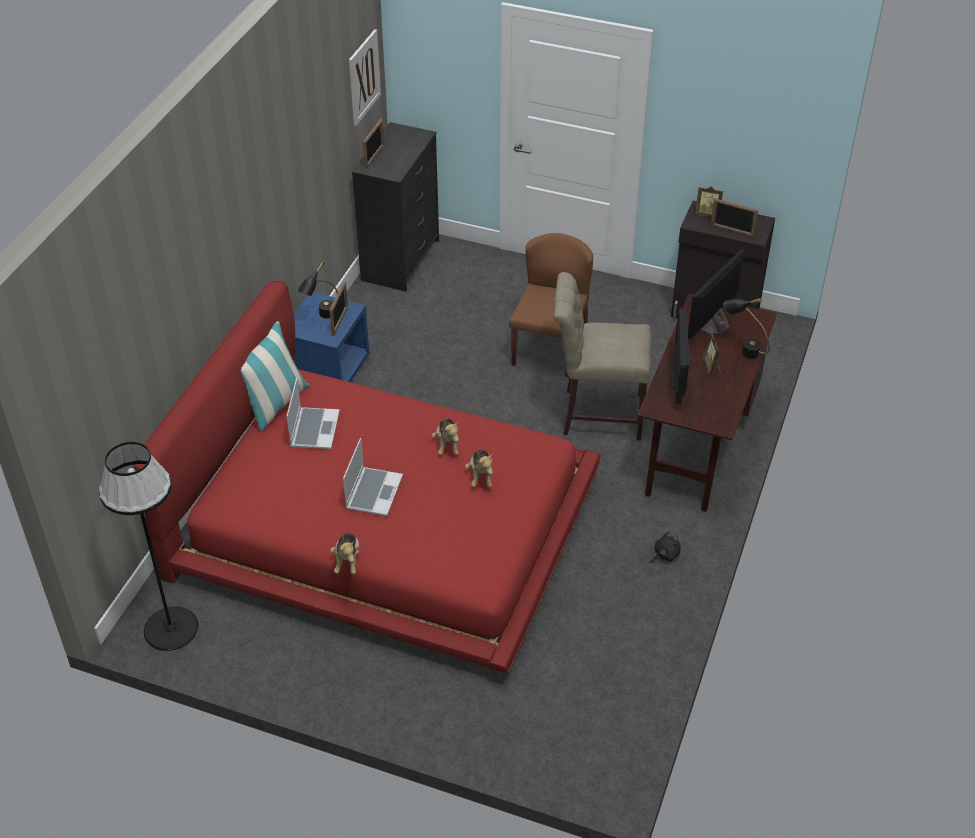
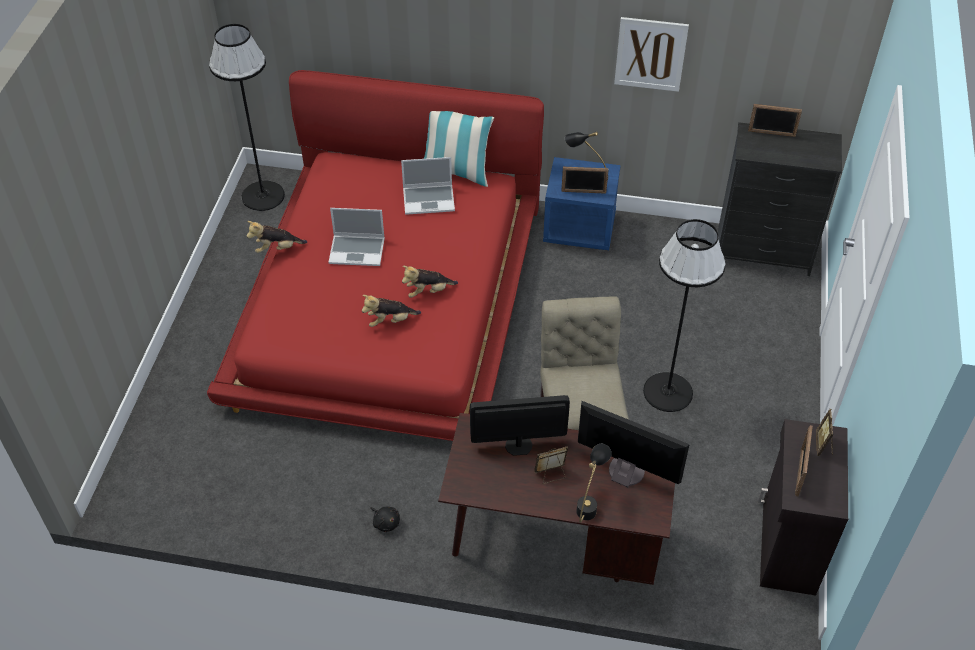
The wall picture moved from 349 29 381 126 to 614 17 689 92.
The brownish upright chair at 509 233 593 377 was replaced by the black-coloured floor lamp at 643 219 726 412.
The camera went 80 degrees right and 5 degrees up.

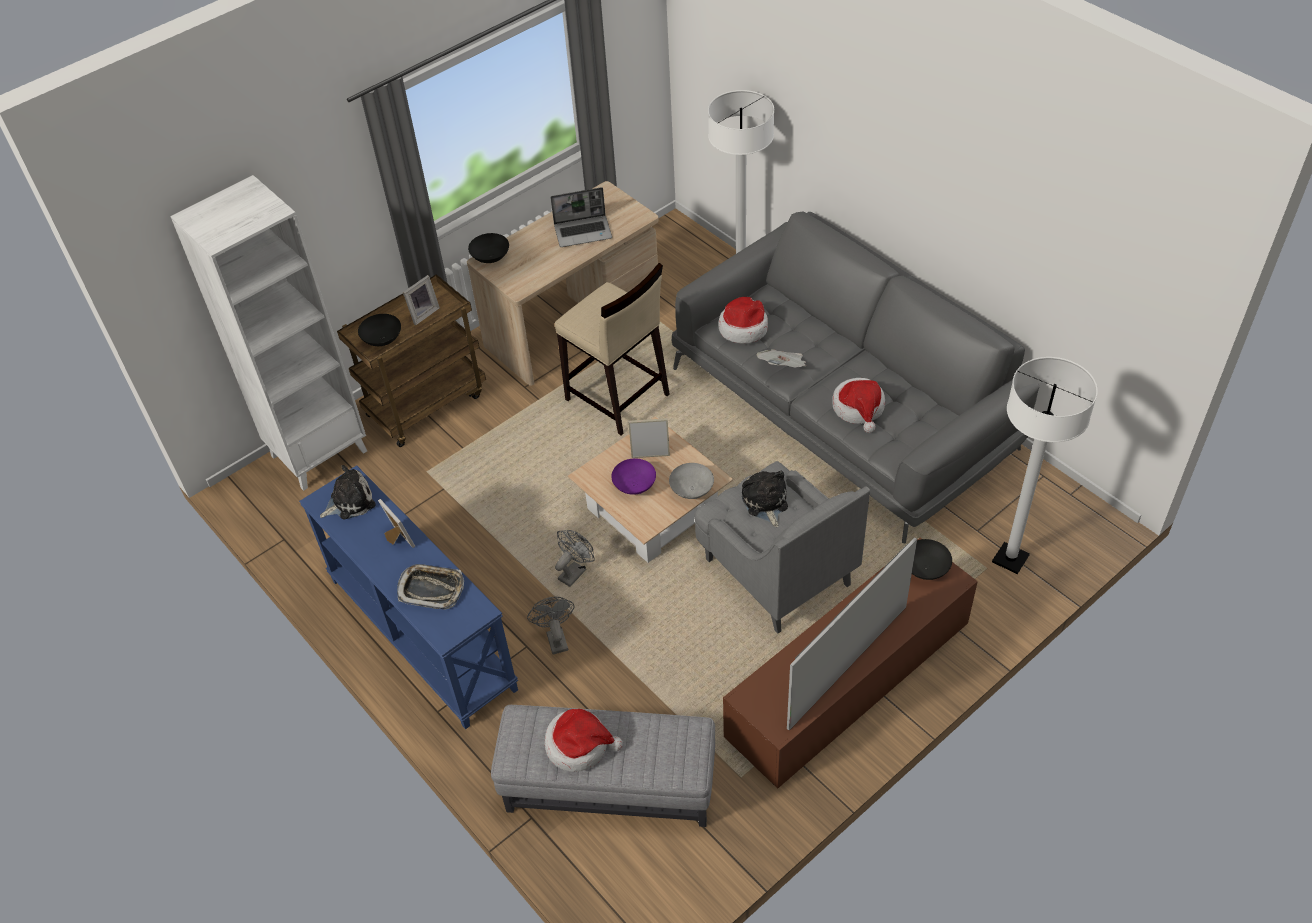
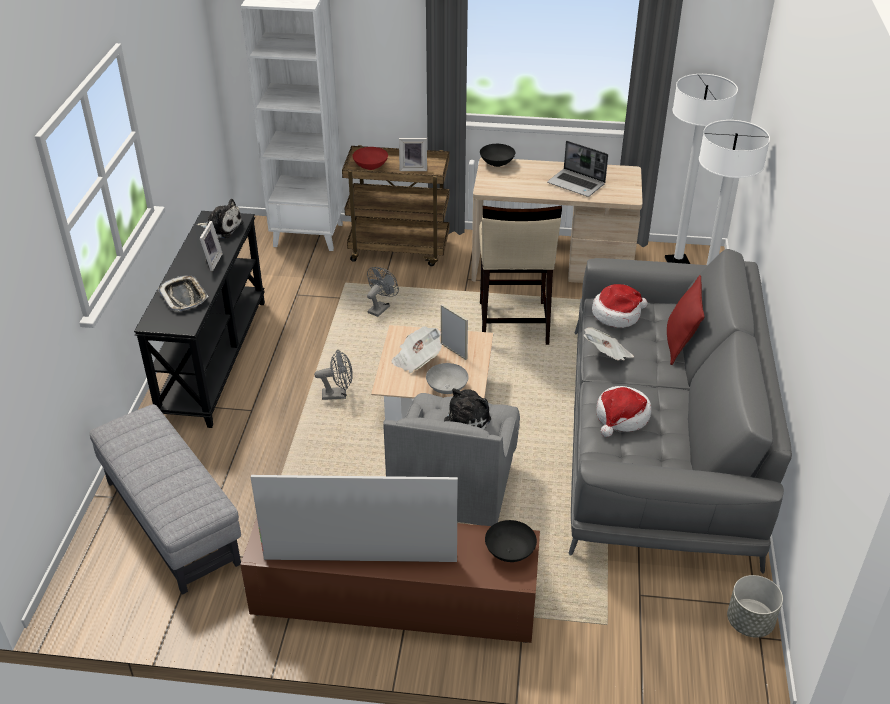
The black-coloured serving bowl at 358 314 401 346 became the reddish serving bowl at 352 147 388 170.
The white-coloured floor lamp moved from 992 357 1098 574 to 665 74 738 264.
The purplish serving bowl at 611 458 656 495 was replaced by the daily paper at 391 326 442 373.
The blue console table at 299 465 518 729 became the black-coloured console table at 134 211 265 428.
The gray electric fan moved from 527 597 574 654 to 367 267 399 317.
The clothing hat at 545 709 623 772 disappeared.
The reddish pillow at 667 275 705 365 appeared.
The gray planter at 727 575 783 638 appeared.
The camera went 45 degrees right and 10 degrees down.

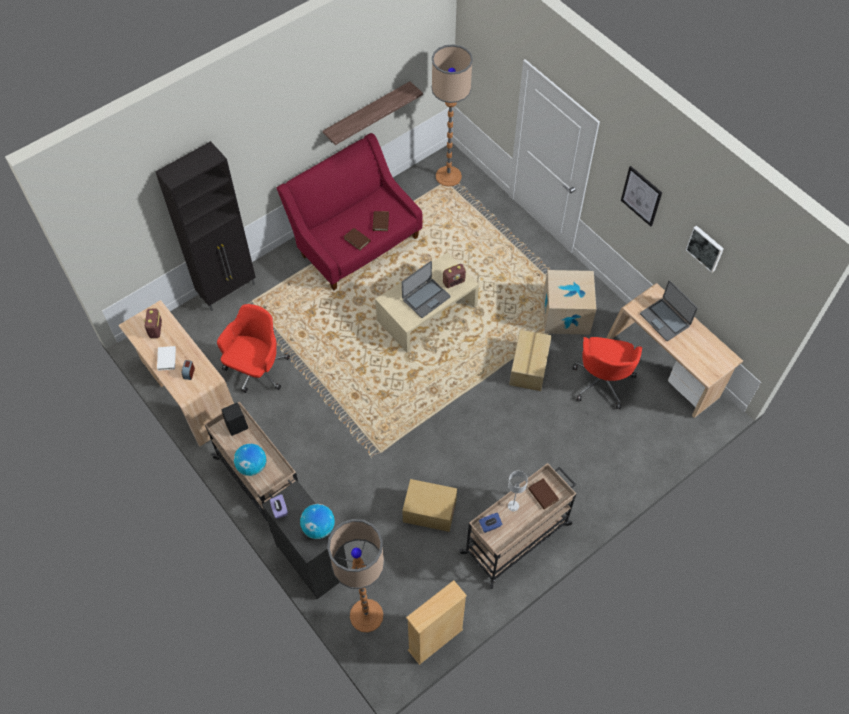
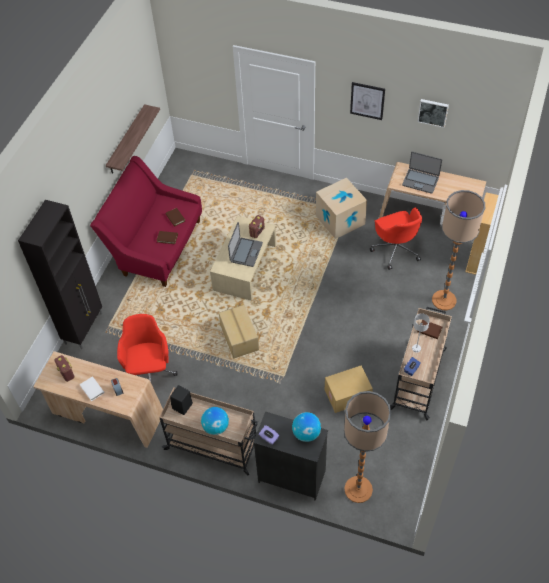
The floor lamp moved from 431 44 473 186 to 432 190 485 310.
The cardboard box moved from 509 330 552 391 to 219 305 259 358.
The beige-coloured shelving unit moved from 406 580 467 665 to 465 192 499 275.
The camera went 30 degrees left and 5 degrees down.

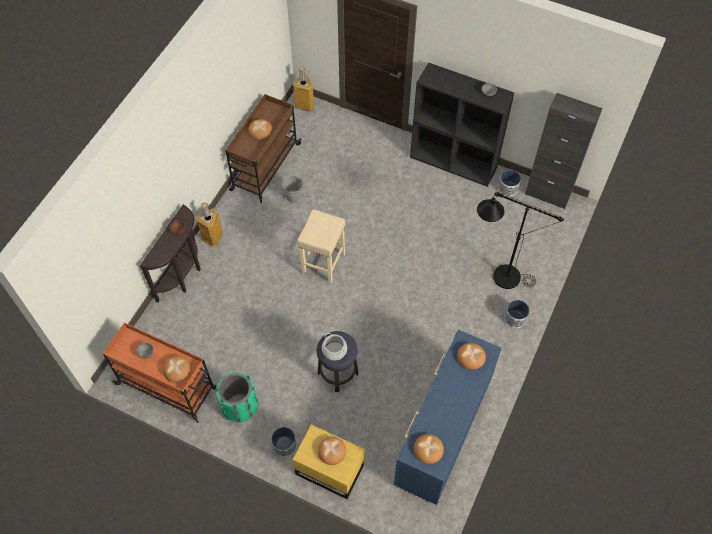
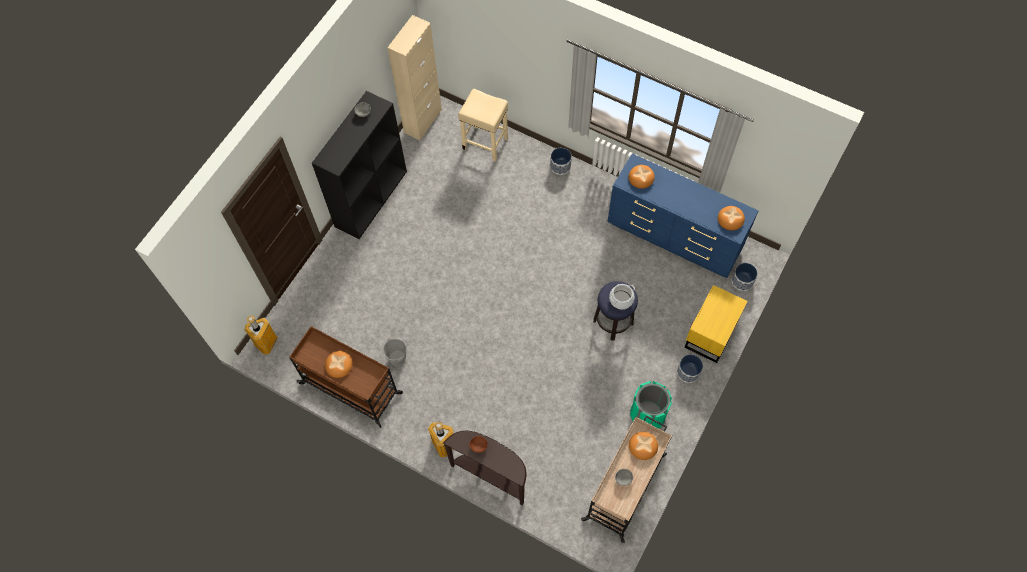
The black-coloured storage cabinet at 525 93 602 209 became the beige-coloured storage cabinet at 387 15 442 140.
The planter moved from 498 170 521 197 to 732 263 757 291.
The black-coloured floor lamp at 477 192 564 289 disappeared.
The beige-coloured stool seat moved from 297 209 345 284 to 458 89 508 161.
The orangey cart at 103 323 217 423 became the beige-coloured cart at 581 415 672 543.
The bread at 318 436 346 465 disappeared.
The camera went 85 degrees left and 5 degrees up.

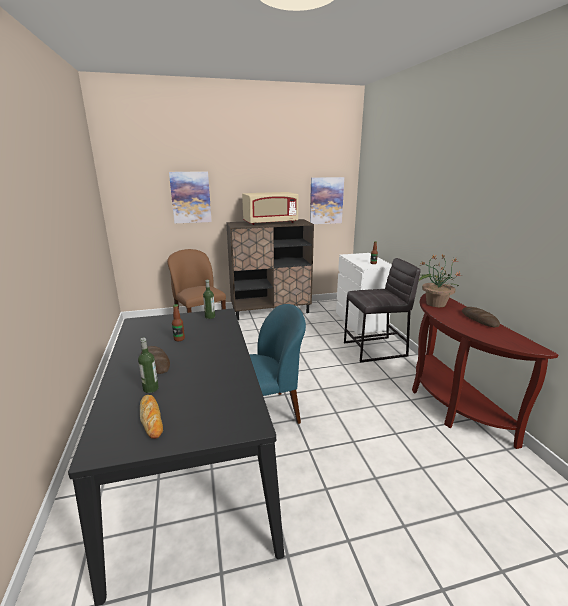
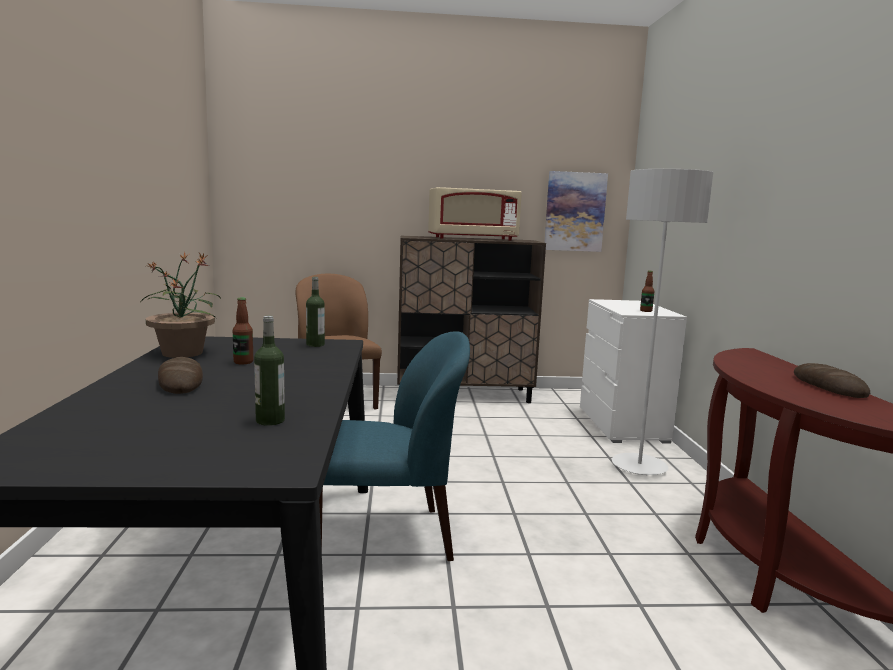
The wall picture at 169 171 212 223 disappeared.
The houseplant moved from 419 255 463 307 to 141 252 221 358.
The gray stool seat at 344 258 421 363 was replaced by the gray floor lamp at 612 169 713 475.
The beverage bottle moved from 138 337 159 393 to 254 316 285 426.
The bread at 140 395 163 439 disappeared.
The camera went 10 degrees right and 10 degrees down.

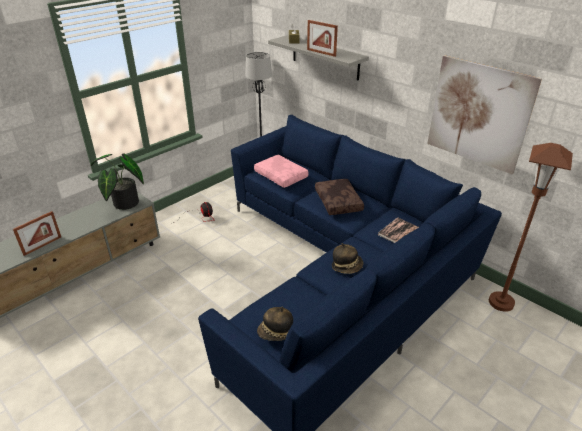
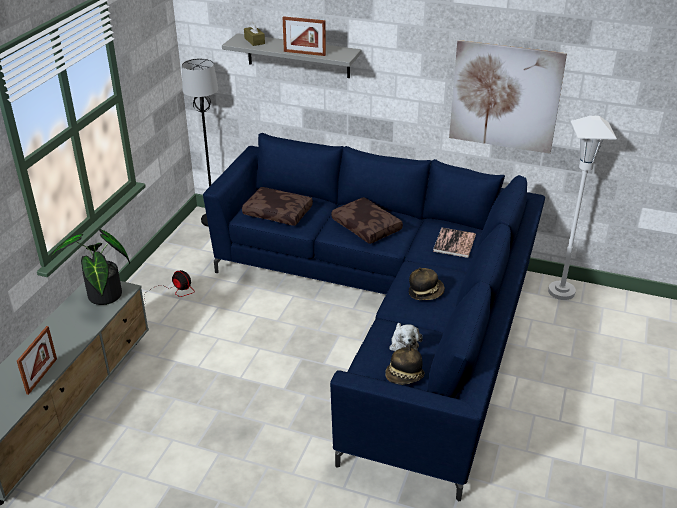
The brownish floor lamp at 489 143 573 312 became the white-coloured floor lamp at 548 116 617 300.
The pink pillow at 254 155 309 188 became the brownish pillow at 242 187 313 226.
The soft toy at 389 323 423 351 appeared.
The camera went 25 degrees left and 0 degrees up.

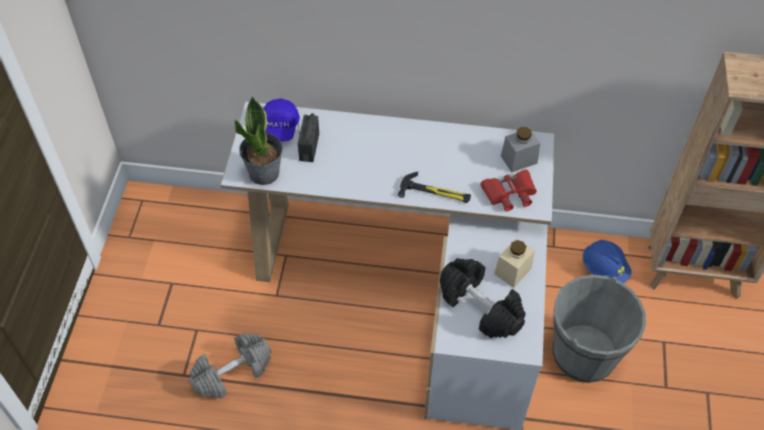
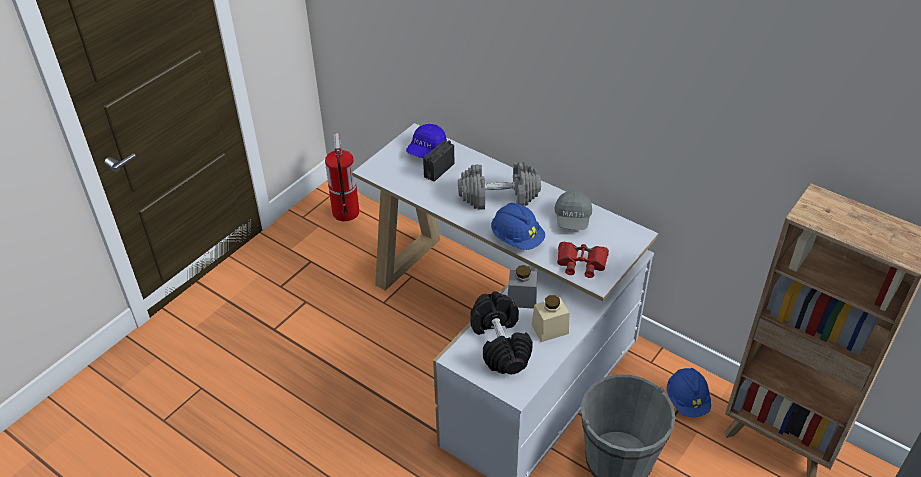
The houseplant at 234 96 283 185 disappeared.
The gray jar moved from 501 127 540 173 to 508 265 537 309.
The tool hammer at 398 172 471 203 was replaced by the blue work helmet at 491 203 545 250.
The gray dumbbell moved from 189 333 271 399 to 458 162 541 210.
The fire-fighting cylinder at 325 133 359 221 appeared.
The gray baseball cap at 555 191 592 230 appeared.
The camera went 30 degrees right and 10 degrees down.

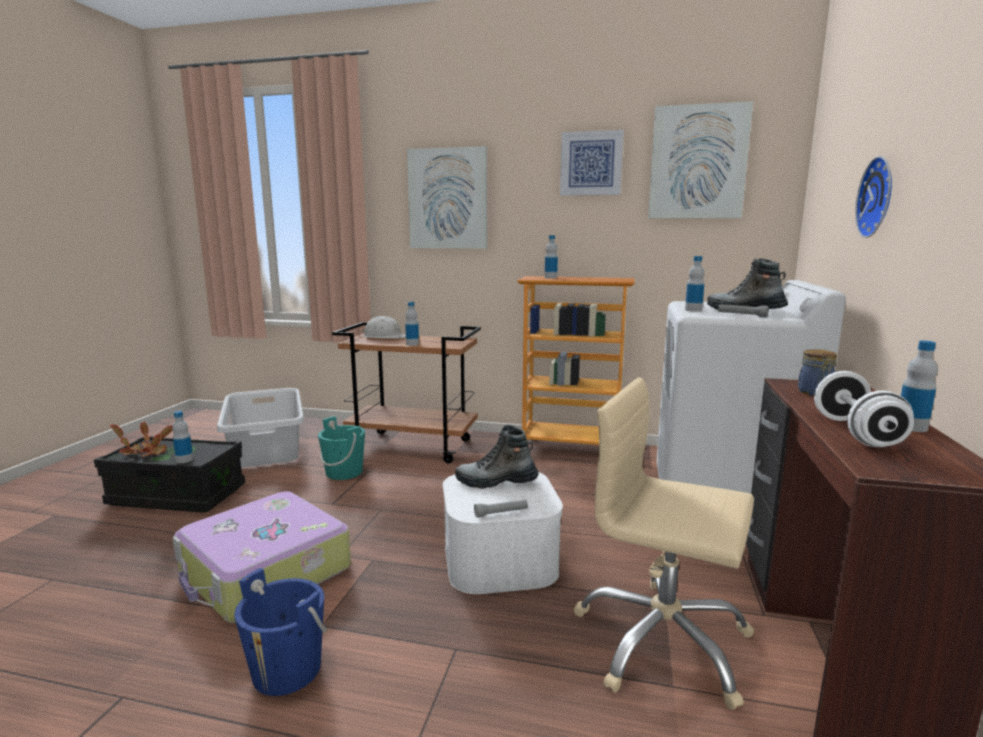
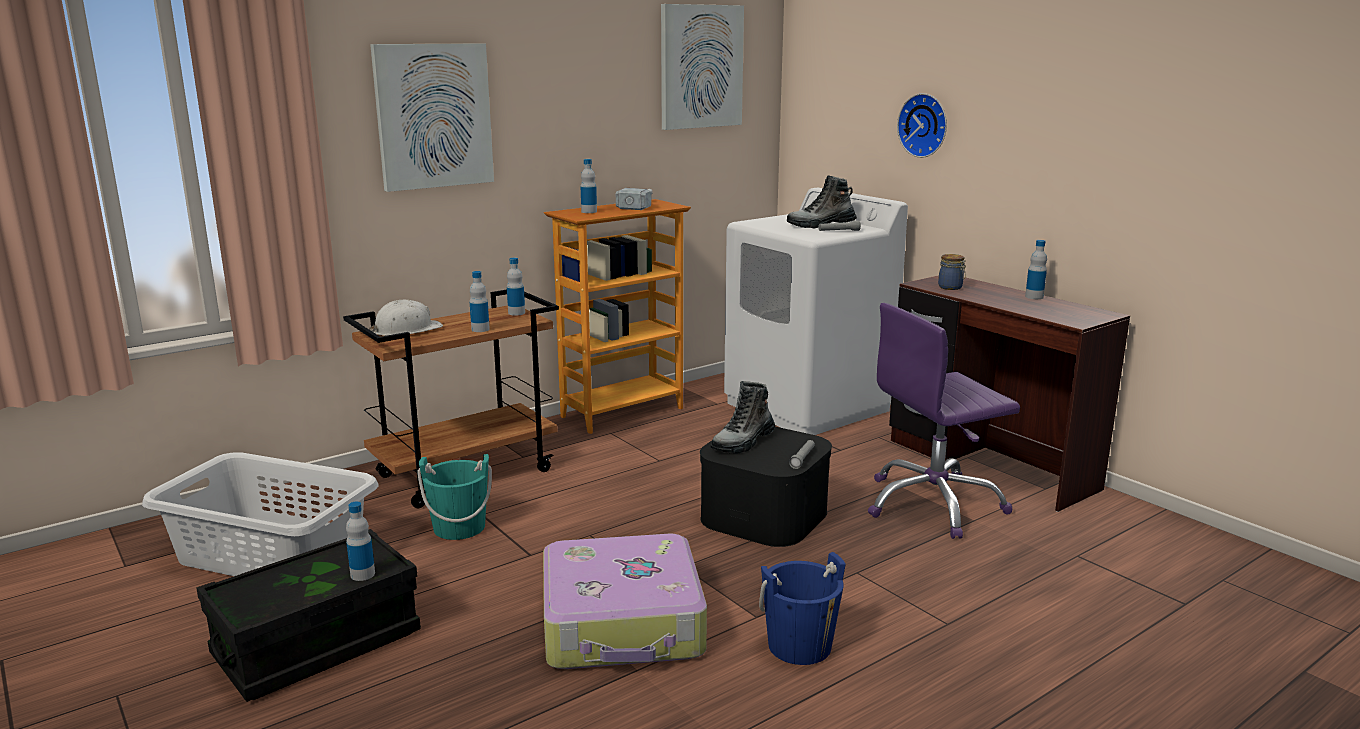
The wall picture at 560 130 624 196 disappeared.
The beverage bottle moved from 685 256 704 312 to 507 258 525 316.
The white-coloured dumbbell at 814 371 914 447 disappeared.
The beige-coloured office chair at 574 378 754 710 became the purplish office chair at 868 303 1020 539.
The houseplant at 109 422 173 457 disappeared.
The white-coloured storage box at 443 472 563 594 became the black-coloured storage box at 700 427 832 547.
The tool hammer at 616 188 653 210 appeared.
The camera went 50 degrees left and 5 degrees up.

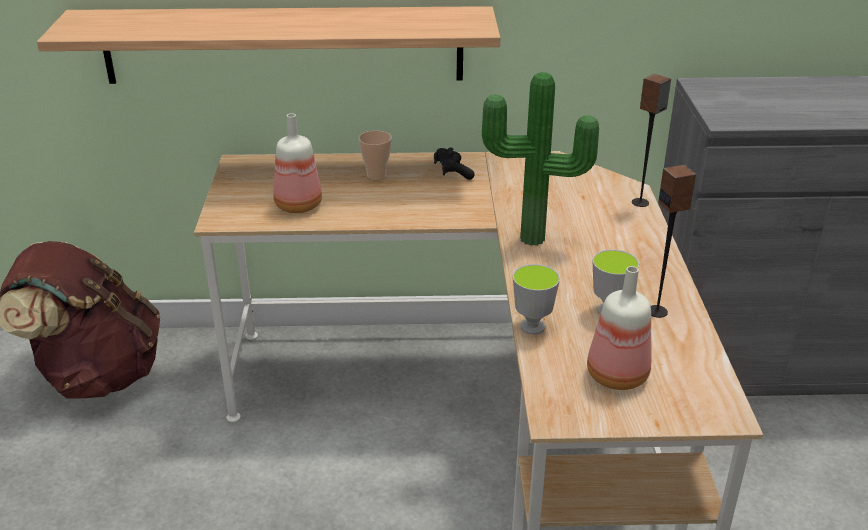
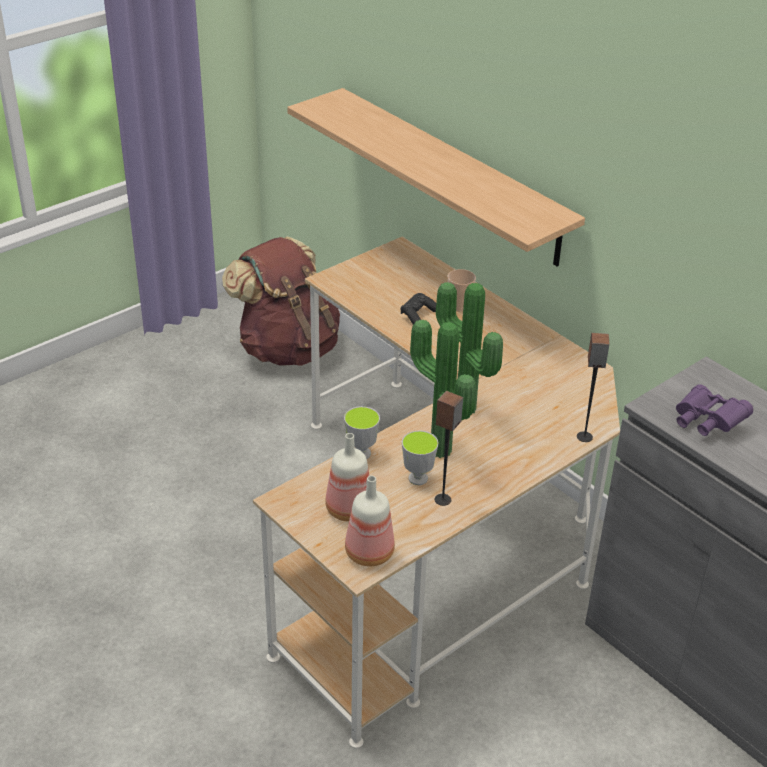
The beverage bottle moved from 273 113 322 213 to 345 476 395 566.
The black-coloured gamepad moved from 434 148 475 180 to 401 293 436 325.
The houseplant at 410 319 476 458 appeared.
The purplish binoculars at 676 384 753 436 appeared.
The camera went 50 degrees right and 5 degrees up.

